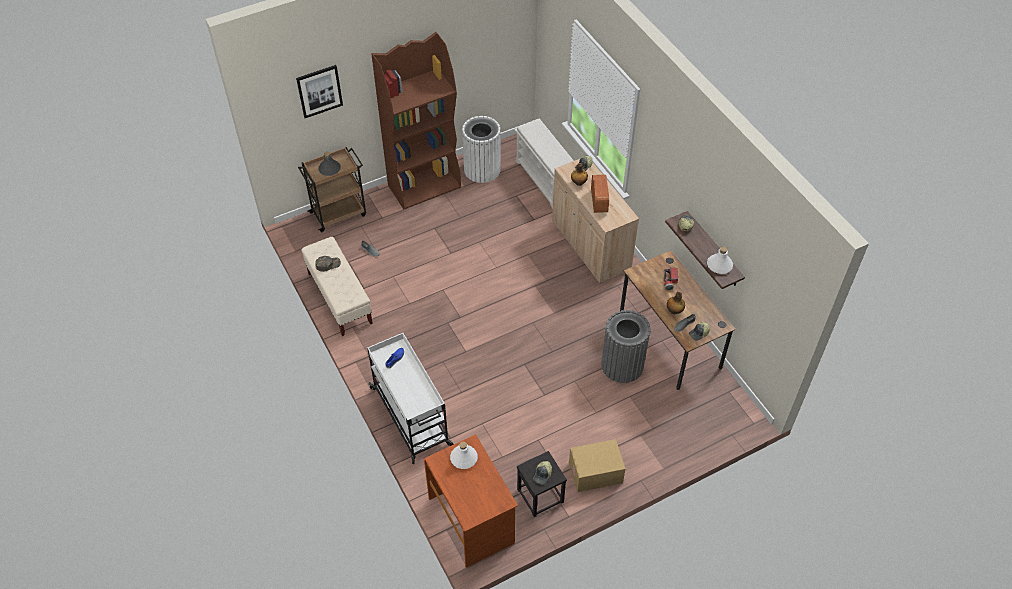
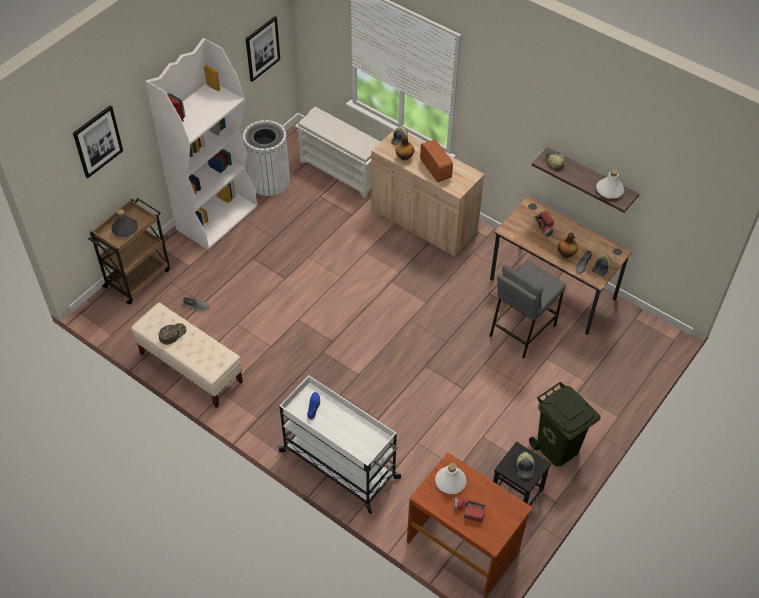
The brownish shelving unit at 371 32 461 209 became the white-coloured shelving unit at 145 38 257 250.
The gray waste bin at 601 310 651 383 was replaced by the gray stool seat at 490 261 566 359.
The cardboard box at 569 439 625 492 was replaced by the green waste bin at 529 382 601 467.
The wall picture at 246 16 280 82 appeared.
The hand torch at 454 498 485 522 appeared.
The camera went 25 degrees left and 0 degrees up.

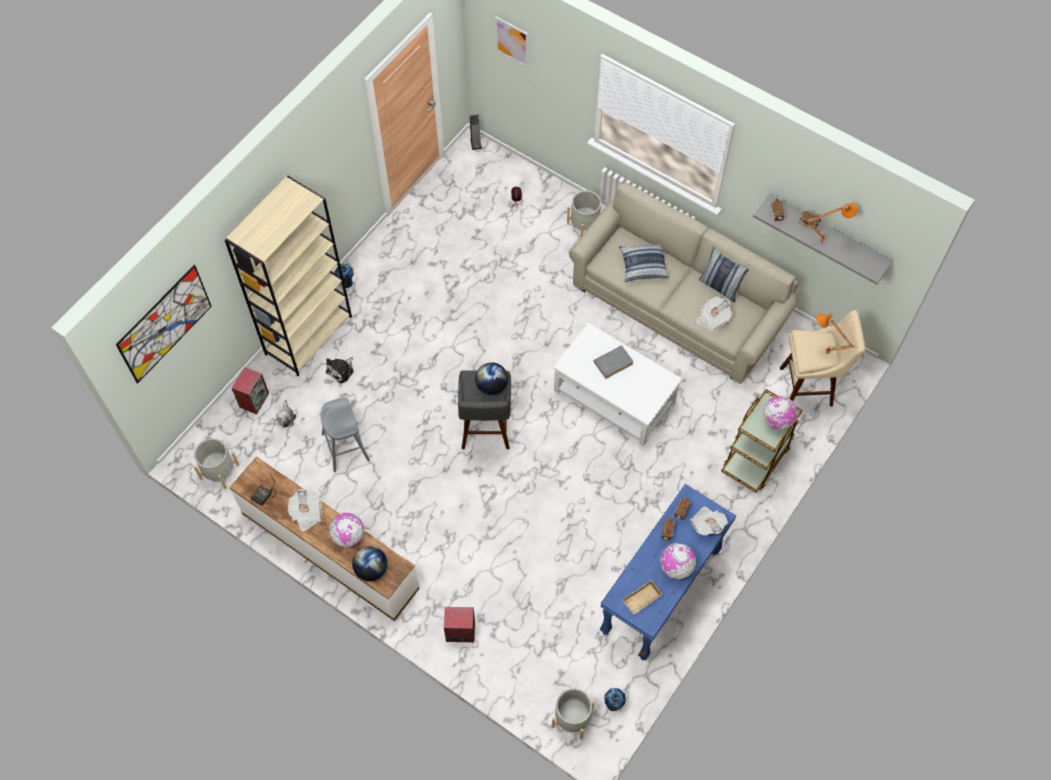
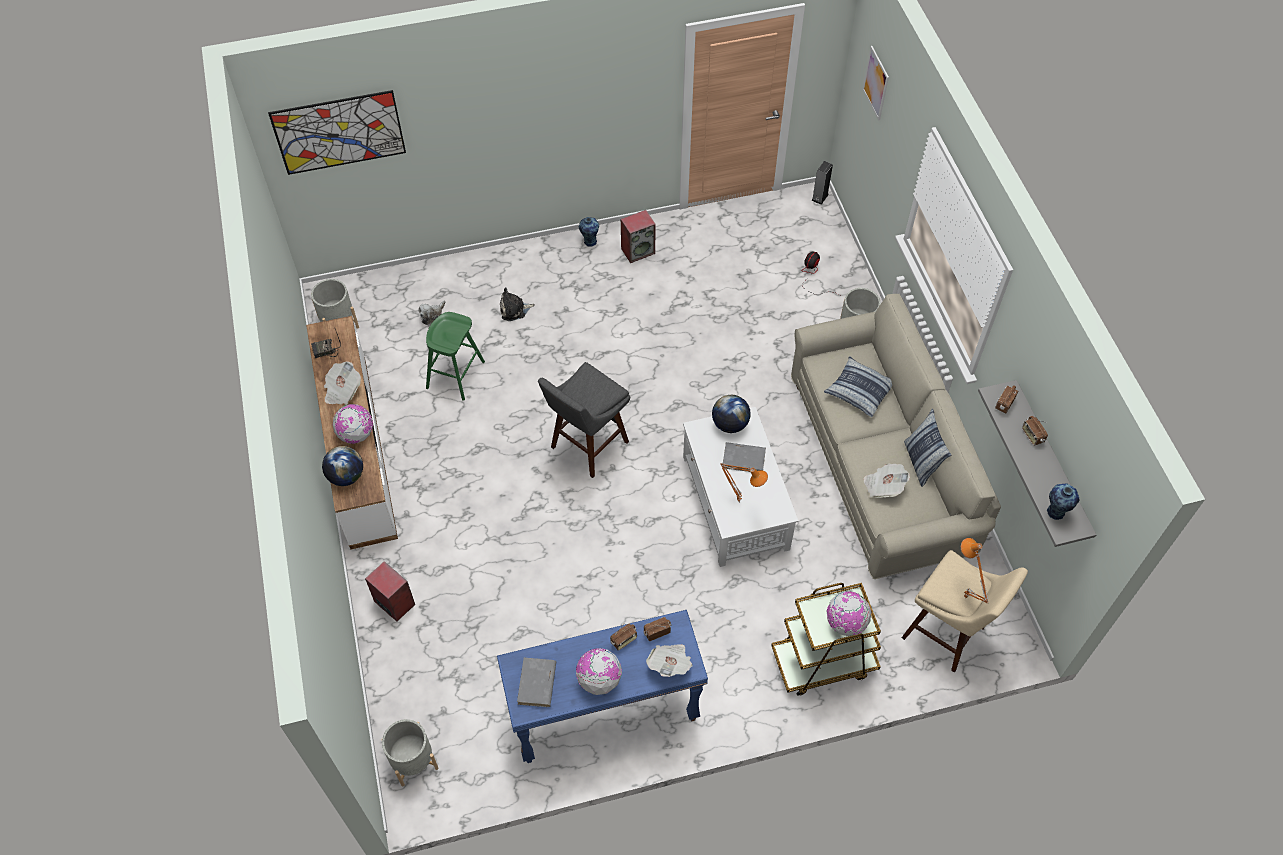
The beige-coloured shelving unit at 225 176 352 376 disappeared.
The orangey table lamp moved from 806 203 858 243 to 720 463 768 502.
The desk globe moved from 475 362 508 395 to 712 395 751 433.
The audio speaker moved from 232 367 269 414 to 621 210 656 263.
The gray stool seat at 321 397 370 472 became the green stool seat at 426 312 485 400.
The beige-coloured serving tray at 623 580 663 615 was replaced by the gray book at 517 658 556 707.
The flower vase moved from 605 688 626 711 to 1047 484 1079 520.
The camera went 40 degrees right and 5 degrees down.

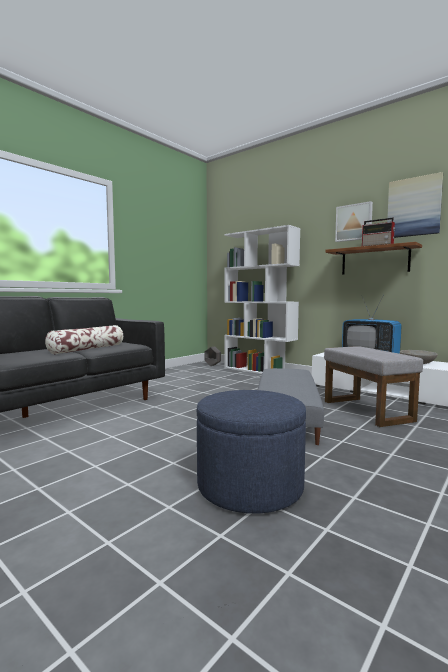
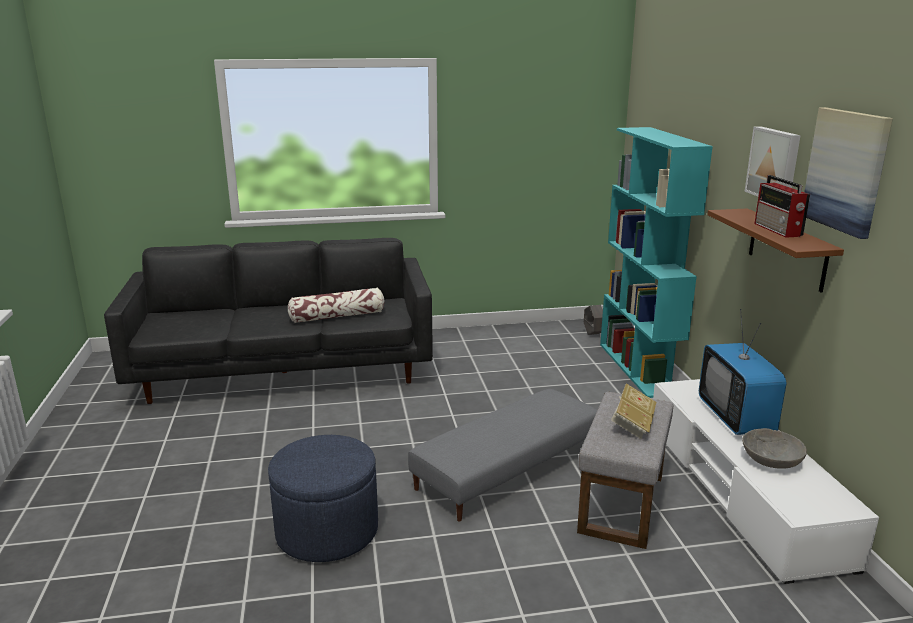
The white-coloured shelving unit at 224 225 300 374 became the turquoise shelving unit at 600 127 713 398.
The book at 611 383 656 439 appeared.
The camera went 40 degrees right and 15 degrees up.

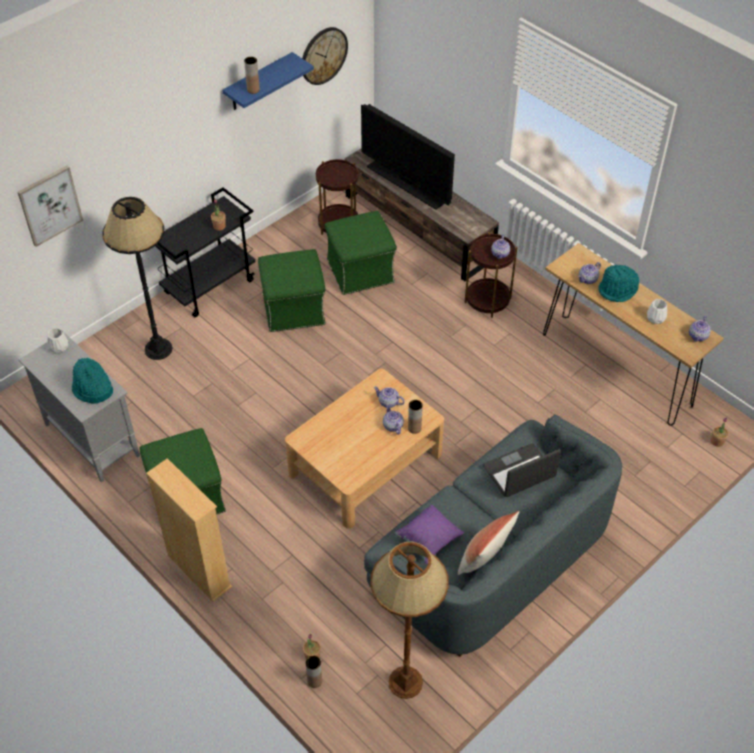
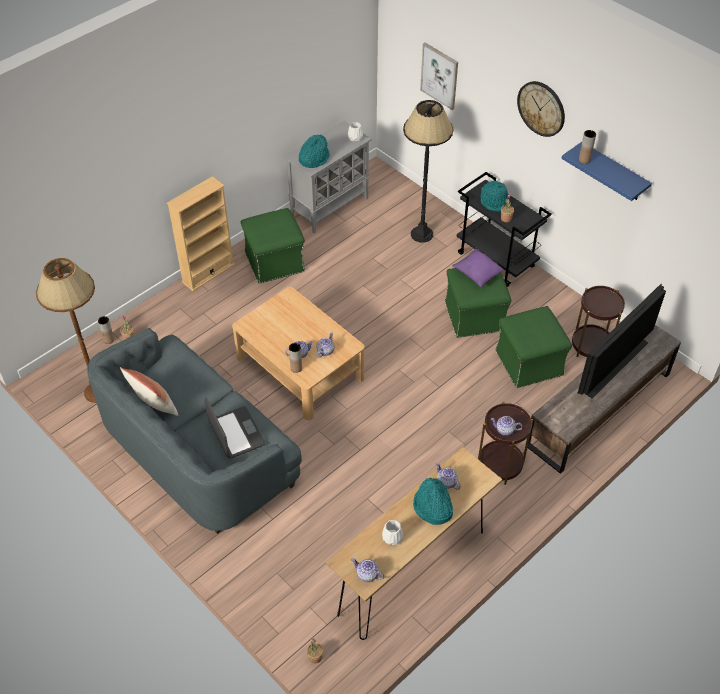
The wall clock moved from 302 27 348 85 to 517 81 565 137.
The purplish pillow moved from 395 505 464 564 to 452 249 504 287.
The turquoise clothing hat at 481 180 510 212 appeared.
The camera went 90 degrees right and 0 degrees up.

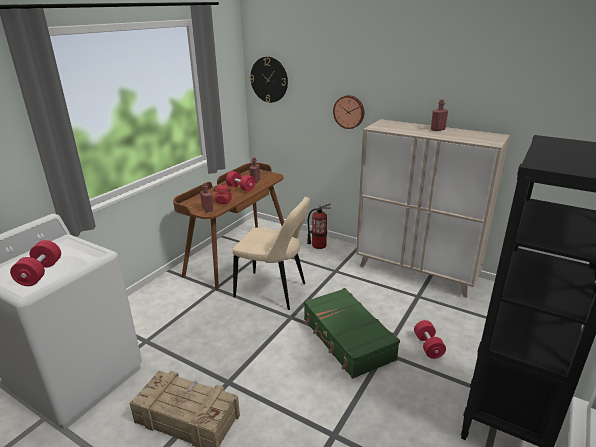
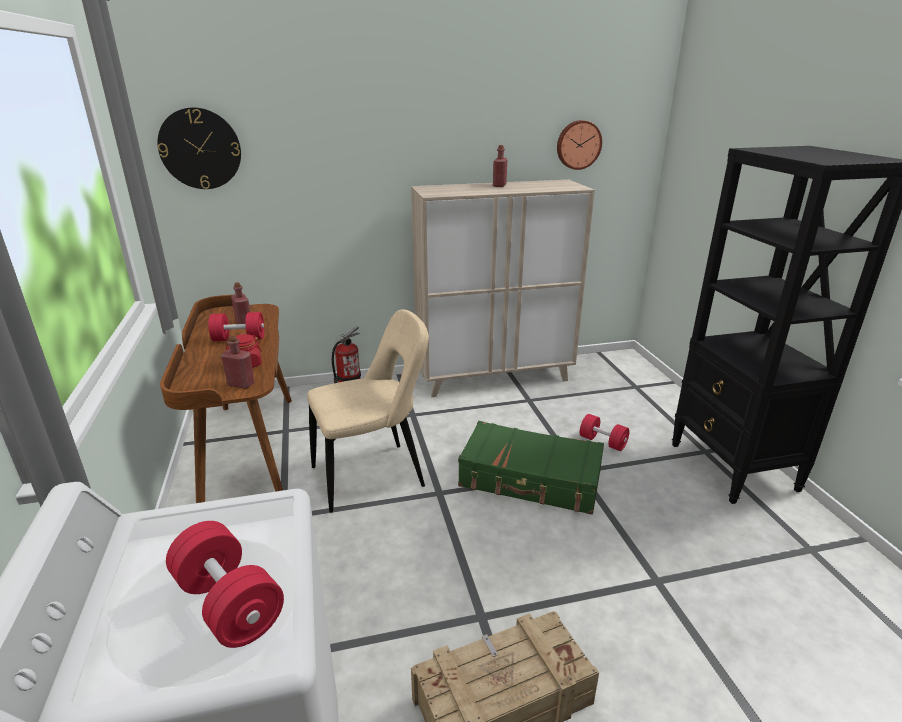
The wall clock moved from 333 95 364 129 to 557 120 602 170.
The camera went 45 degrees left and 0 degrees up.

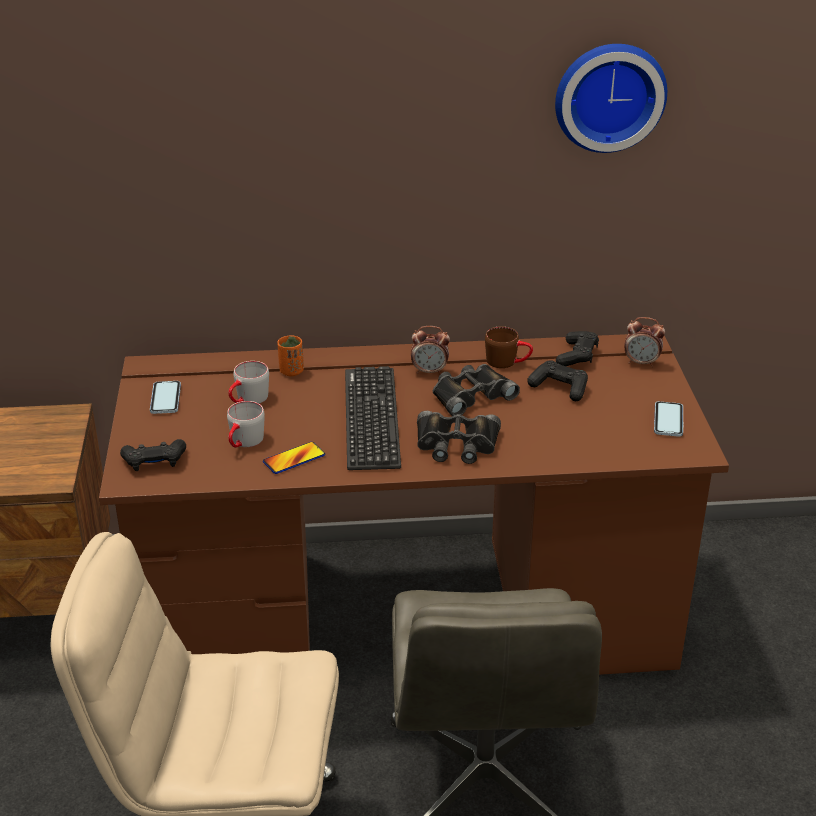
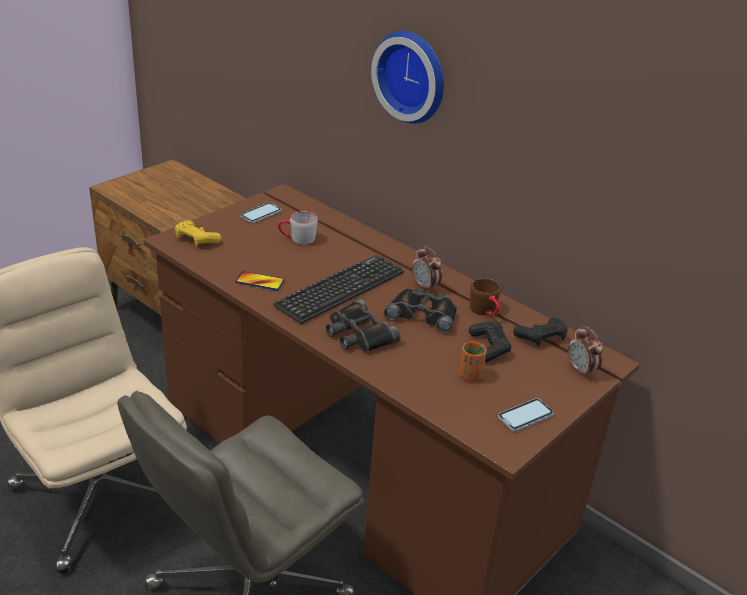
The wall clock moved from 555 44 667 153 to 371 31 444 124.
The orangey small cup moved from 277 335 304 376 to 459 342 487 381.
The gray tea mug at 227 401 265 448 disappeared.
The black-coloured gamepad at 120 439 186 471 became the yellow-coloured gamepad at 175 221 222 246.
The camera went 45 degrees right and 0 degrees up.

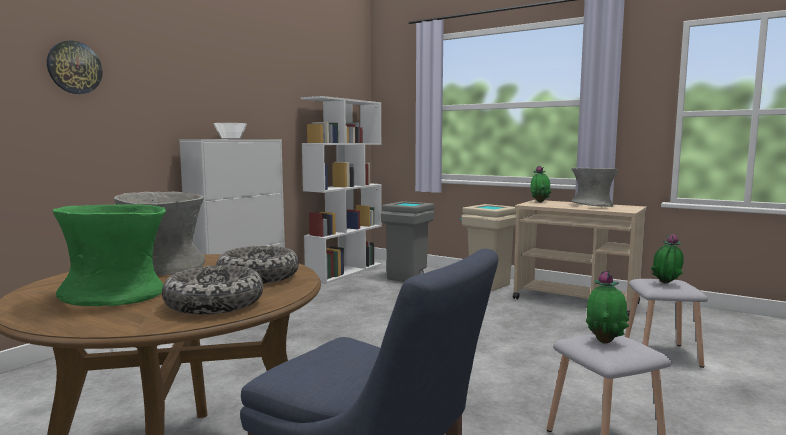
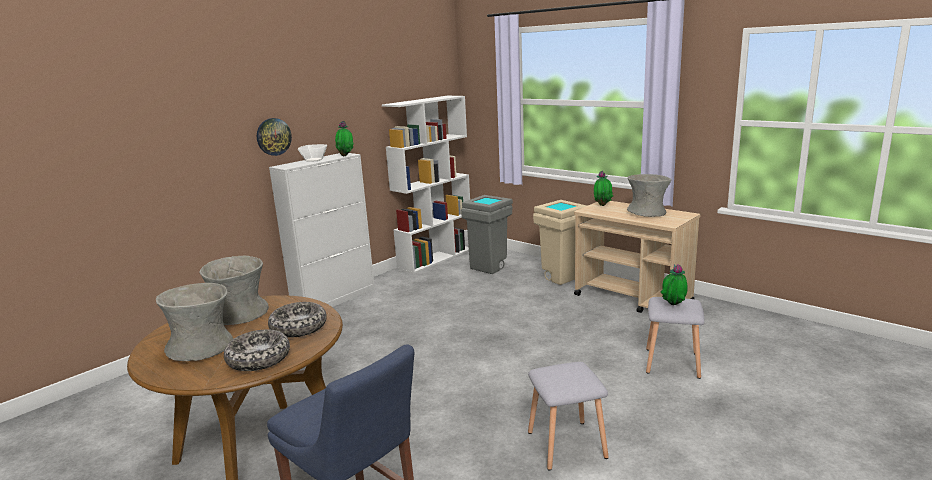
The wall clock moved from 47 40 103 94 to 257 118 292 156.
The green flower vase at 52 204 166 306 became the gray flower vase at 156 283 233 361.
The houseplant moved from 586 271 629 344 to 335 121 354 156.
The camera went 10 degrees right and 10 degrees up.

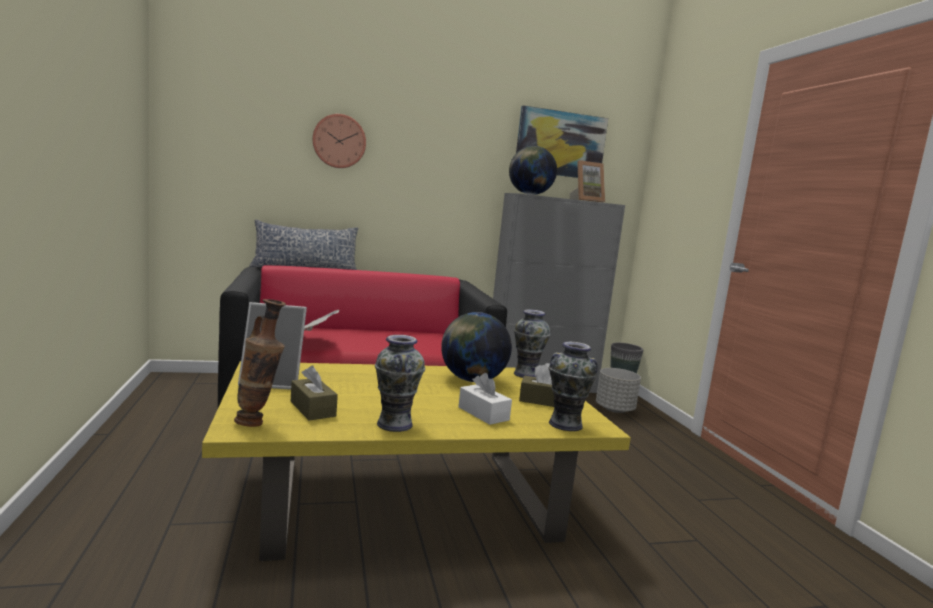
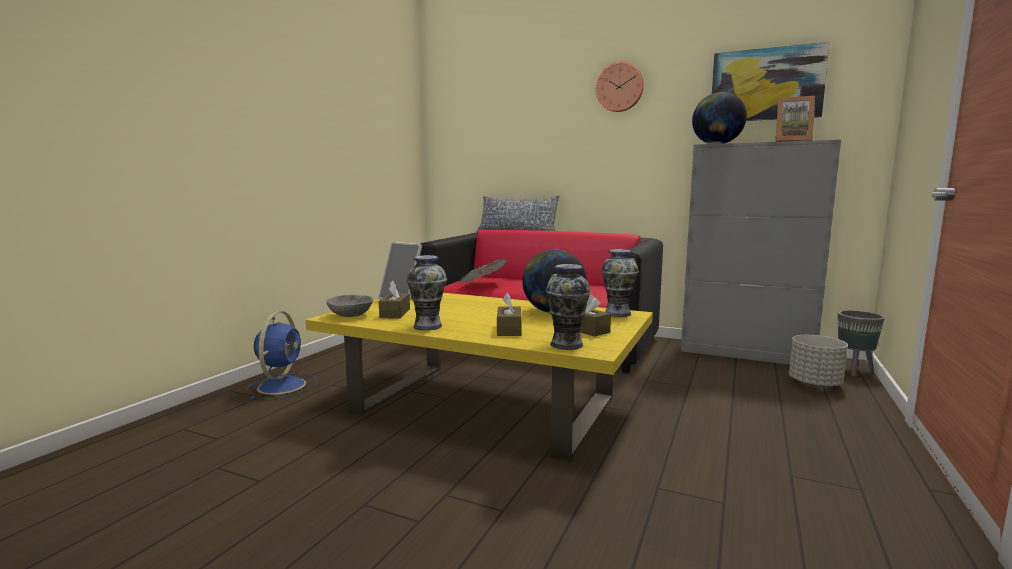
The wall clock moved from 313 114 366 168 to 596 61 644 112.
The flower vase at 234 299 286 427 was replaced by the gray serving bowl at 326 295 373 317.
The white-coloured tissue holder at 458 373 512 425 became the brownish tissue holder at 497 293 521 336.
The blue electric fan at 248 311 317 399 appeared.
The camera went 40 degrees right and 0 degrees up.

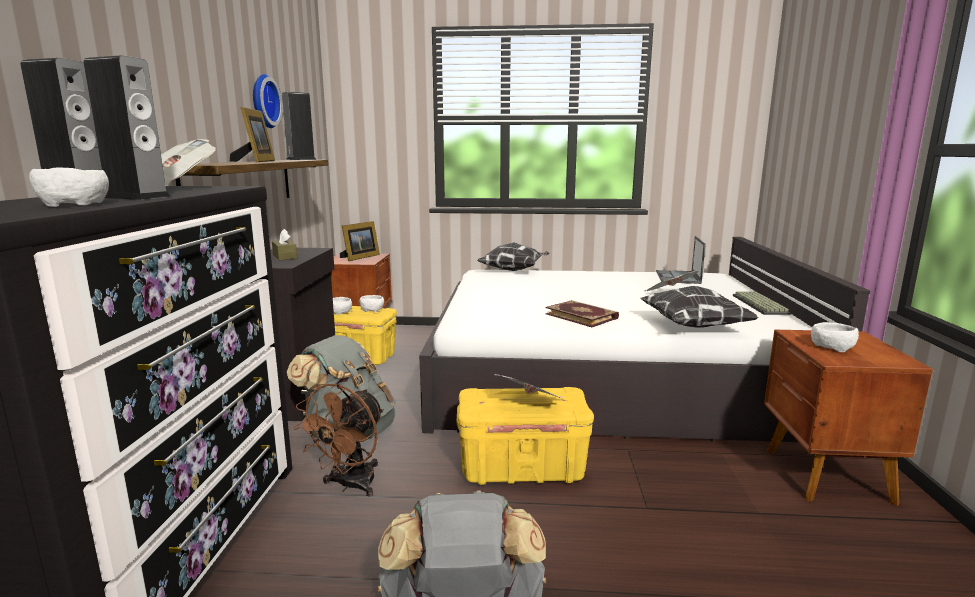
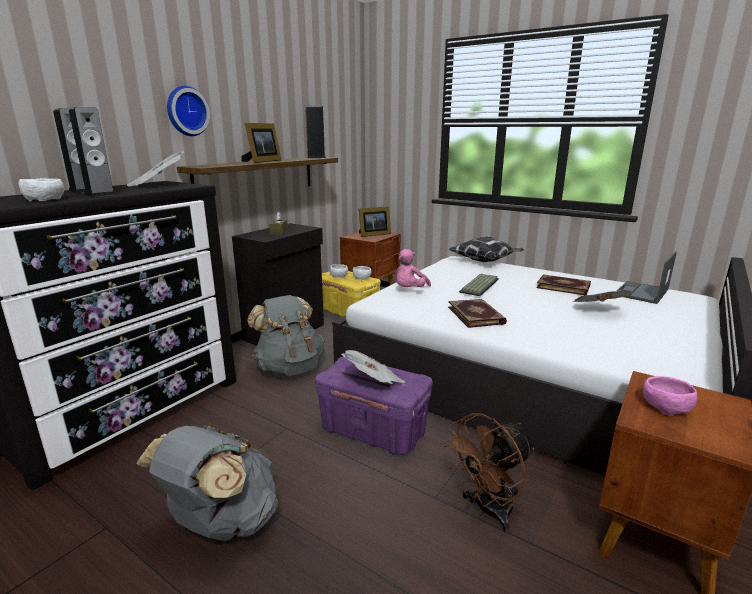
The wall clock moved from 253 74 283 128 to 167 86 210 136.
The pillow at 640 286 759 327 disappeared.
The keyboard moved from 733 292 791 315 to 459 274 498 296.
The white-coloured serving bowl at 811 322 859 352 became the pink serving bowl at 643 376 697 416.
The brownish electric fan moved from 293 384 384 496 to 443 413 535 533.
The yellow-coloured storage box at 457 387 594 485 became the purplish storage box at 315 357 433 455.
The pink soft toy at 396 249 431 287 appeared.
The book at 536 274 591 295 appeared.
The camera went 30 degrees right and 5 degrees up.

